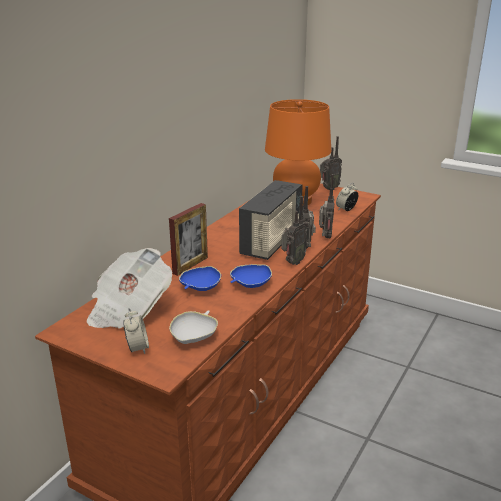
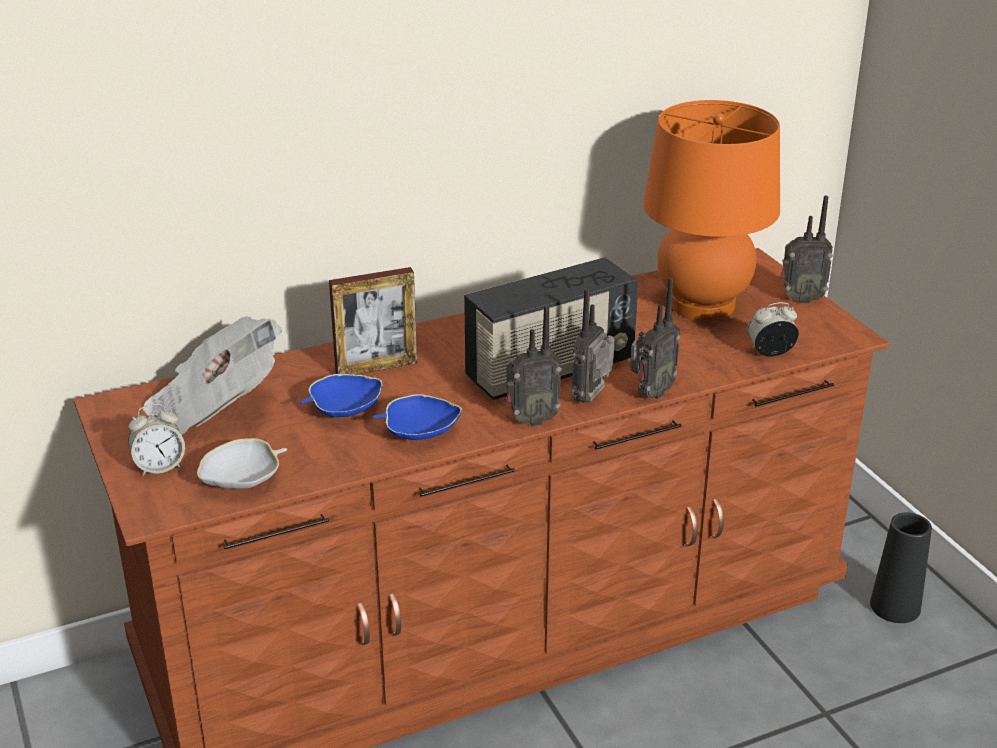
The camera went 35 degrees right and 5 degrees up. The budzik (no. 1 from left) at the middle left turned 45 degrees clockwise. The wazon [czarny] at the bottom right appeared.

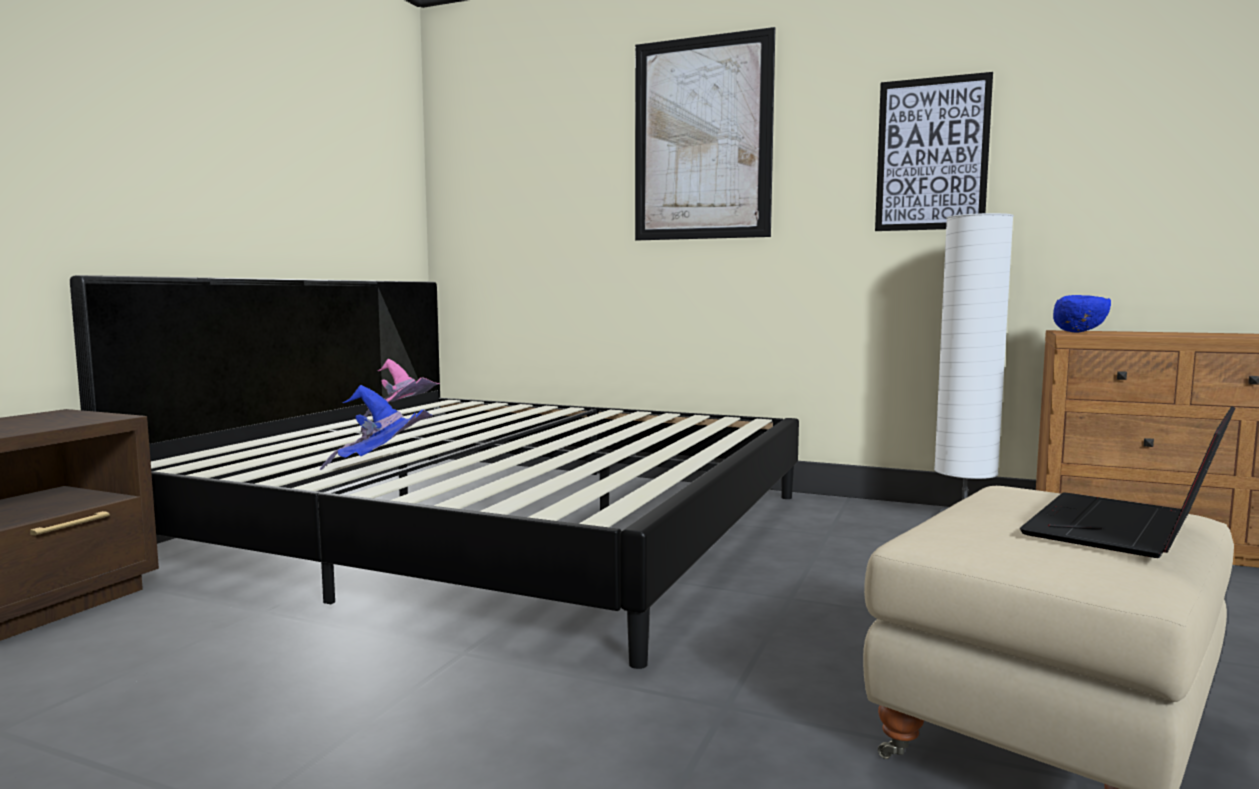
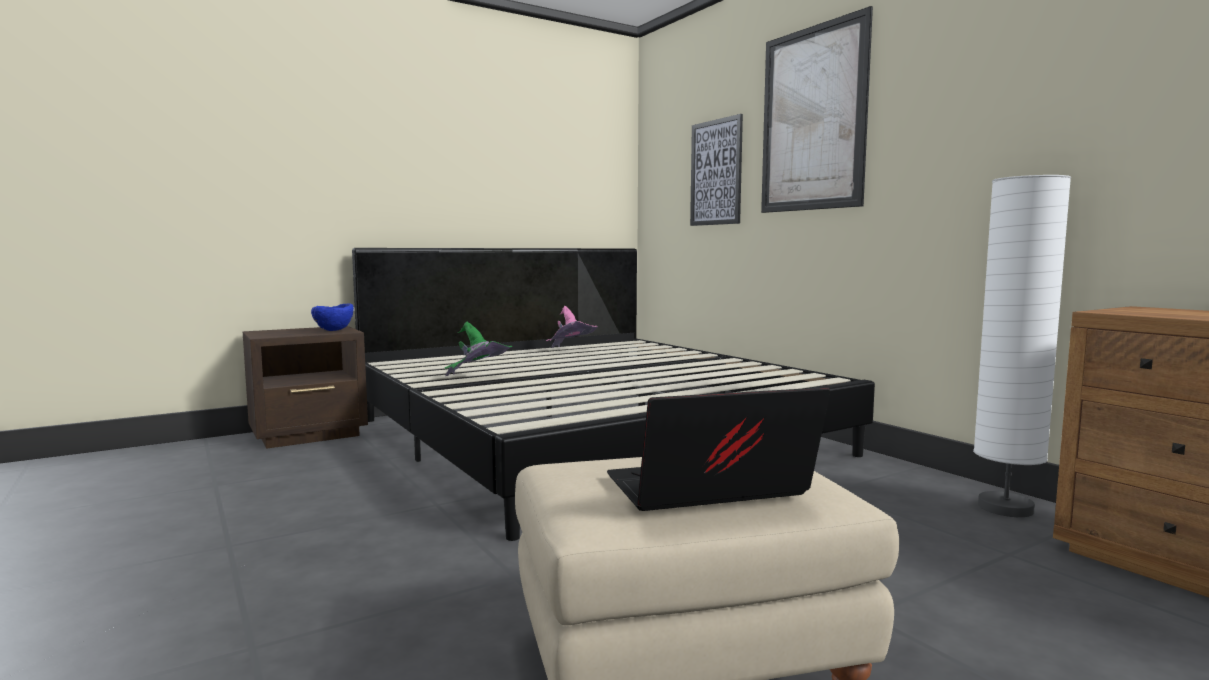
The camera went 35 degrees right and 0 degrees up. The obraz (no. 2 from left in the first image) moved from the top right to the top centre. The miska [niebieski] moved from the middle right to the middle left. The kapelusz [niebieski] at the middle left became the kapelusz [zielony] at the centre.

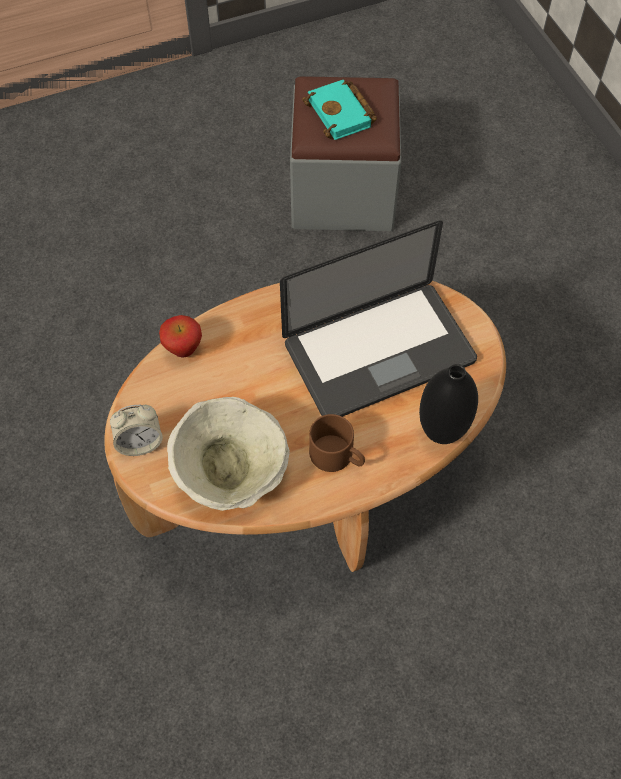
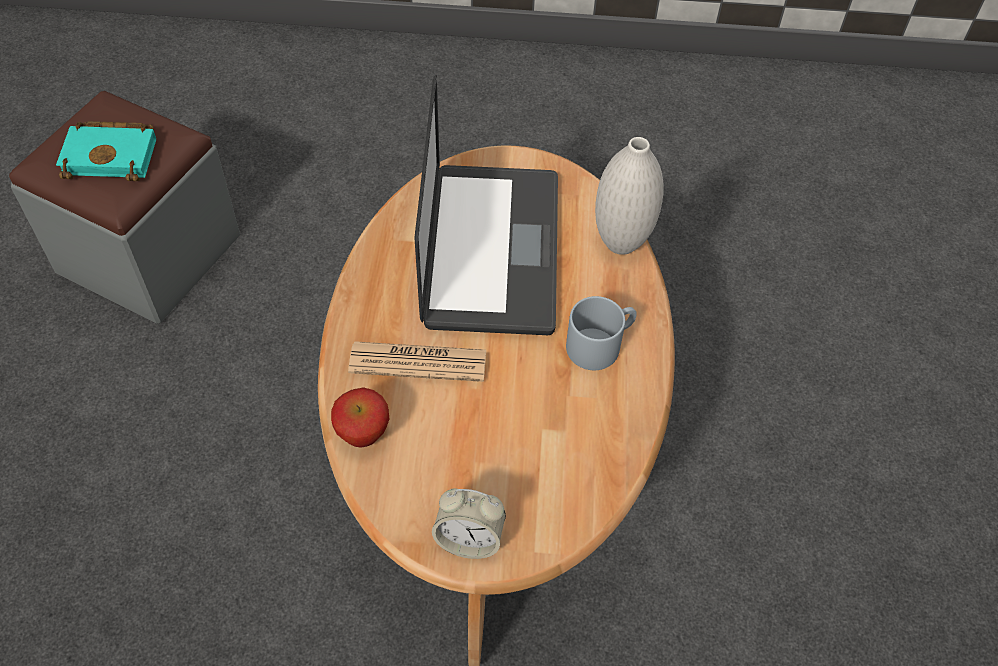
The camera went 65 degrees left and 5 degrees down. The wazon [czarny] at the middle right became the wazon [biały] at the top centre. The miska [beżowy] at the centre disappeared. The budzik at the middle left turned 90 degrees clockwise. The kubek [brązowy] at the centre became the kubek [szary] at the centre. The gazeta at the centre appeared.

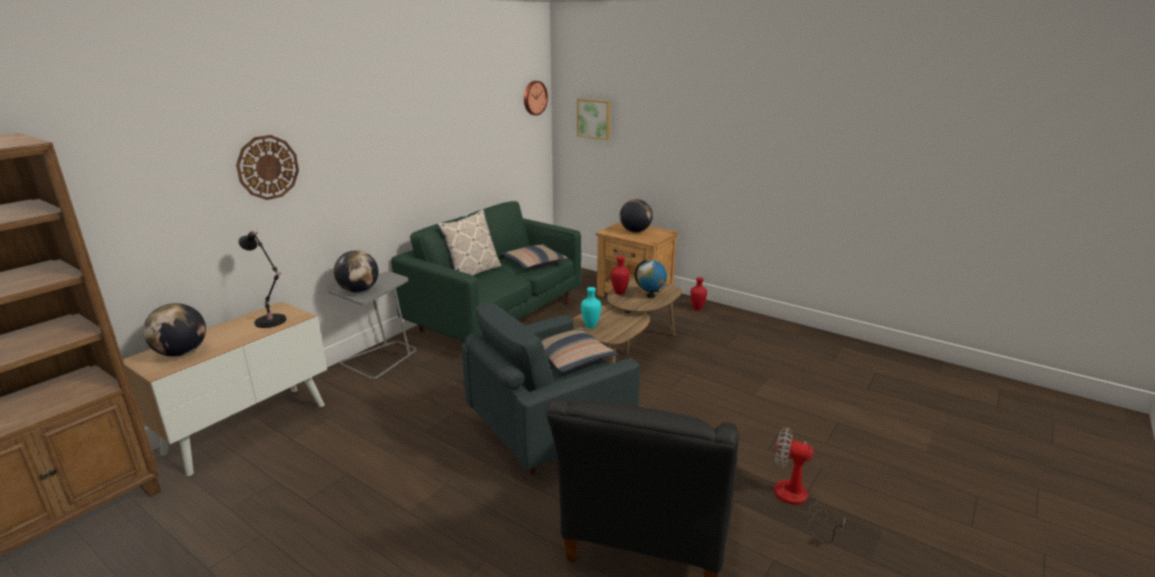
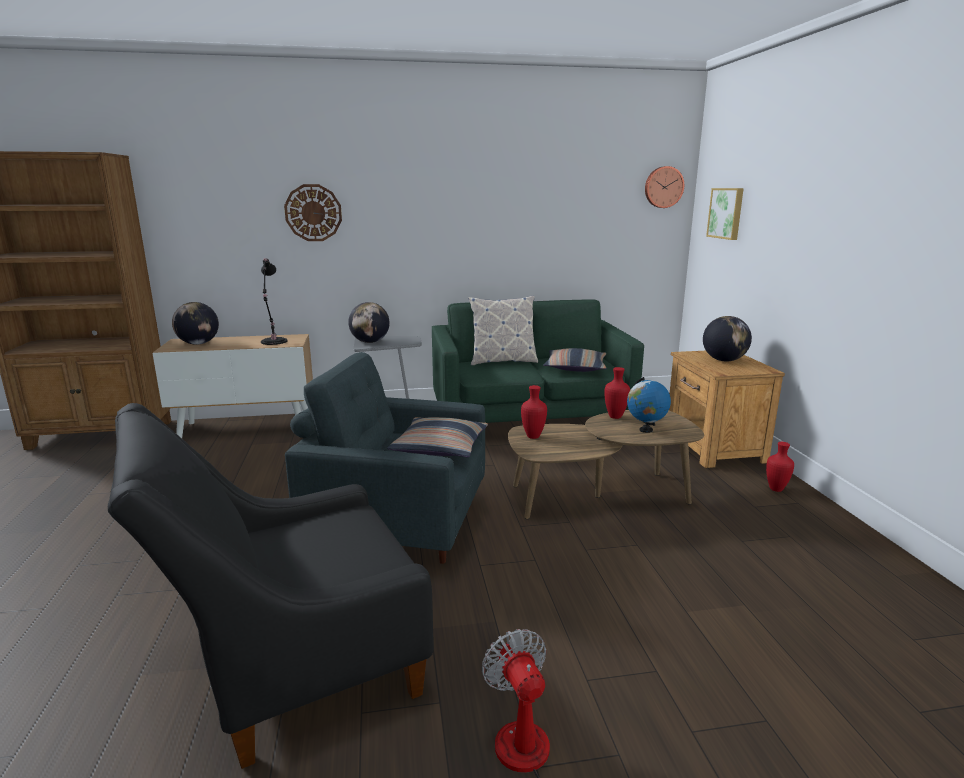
The camera went 45 degrees right and 5 degrees down. The wazon [turkusowy] at the centre became the wazon [czerwony] (no. 1 from left) at the centre.

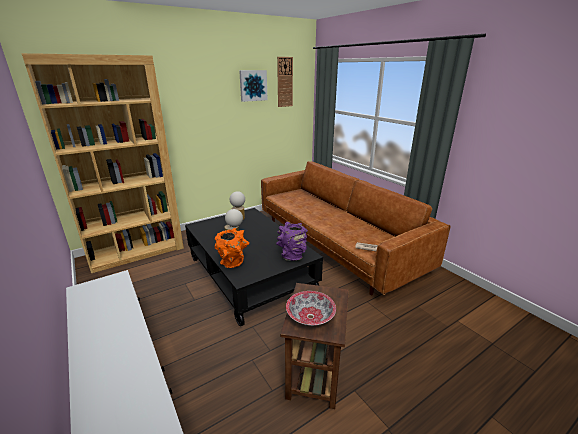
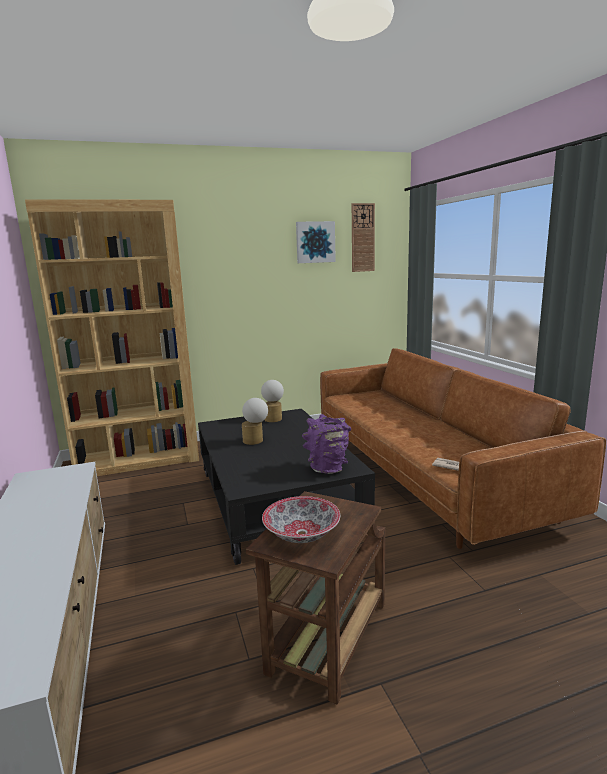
The camera went 15 degrees right and 10 degrees down. The wazon [pomarańczowy] at the centre disappeared.

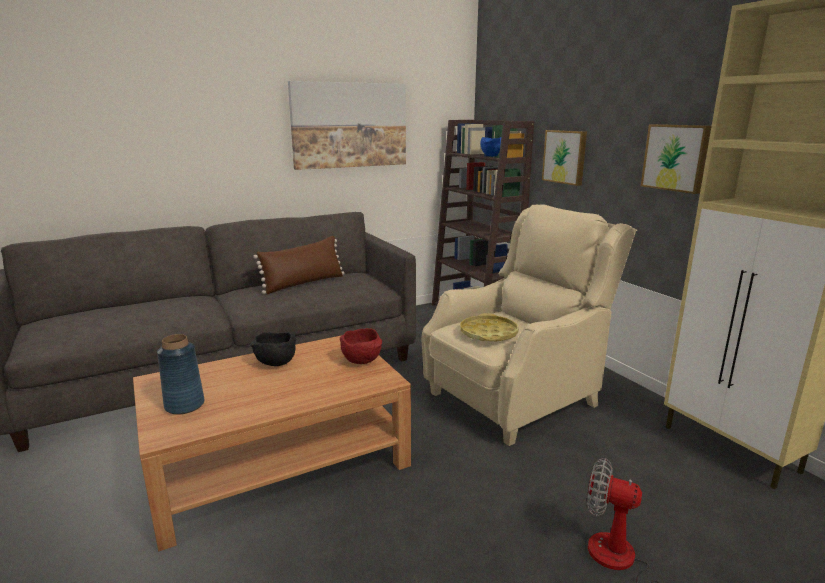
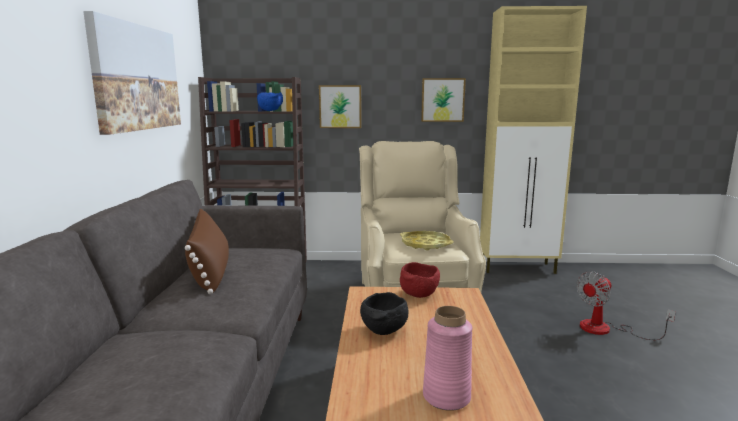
The camera went 60 degrees left and 5 degrees down. The wazon [niebieski] at the middle left became the wazon [różowy] at the bottom centre.

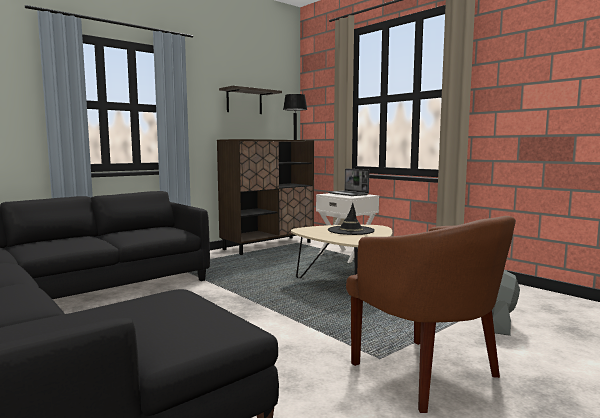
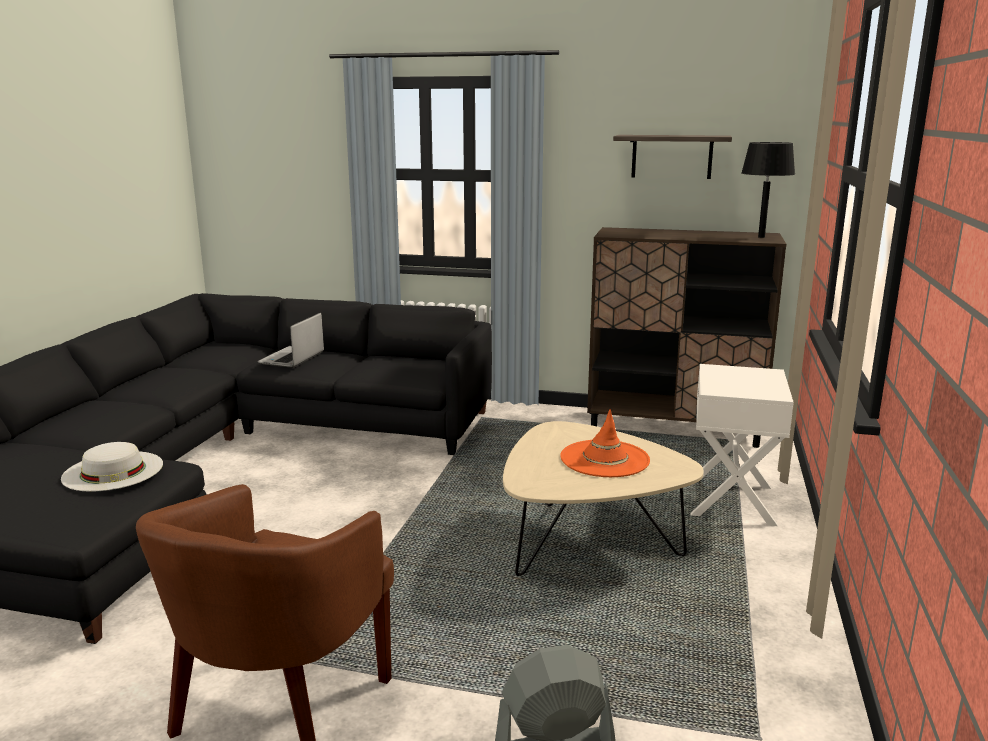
The camera went 55 degrees right and 10 degrees up. The laptop moved from the centre to the middle left. The kapelusz [czarny] at the centre became the kapelusz [pomarańczowy] at the centre. The kapelusz [biały] at the middle left appeared.

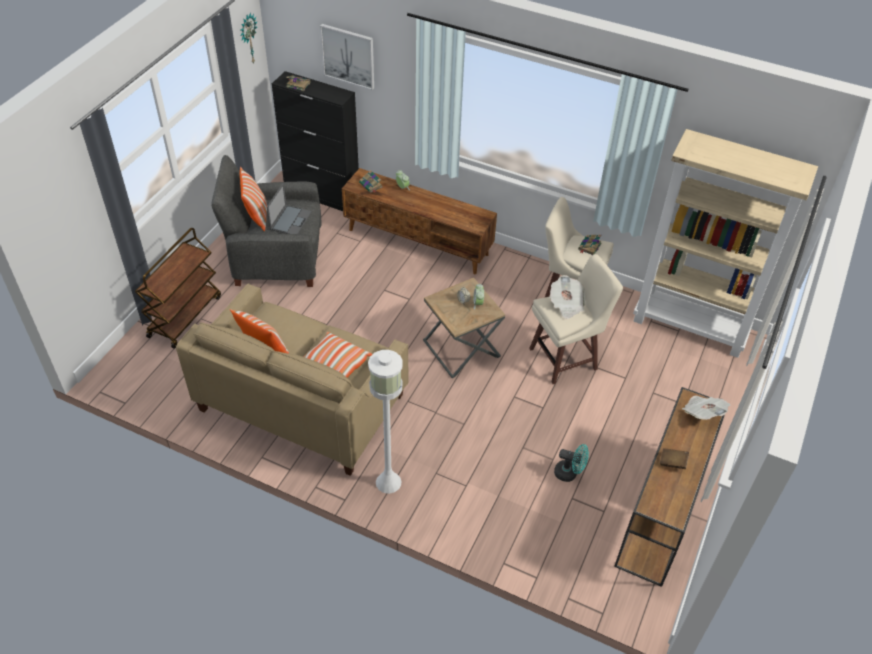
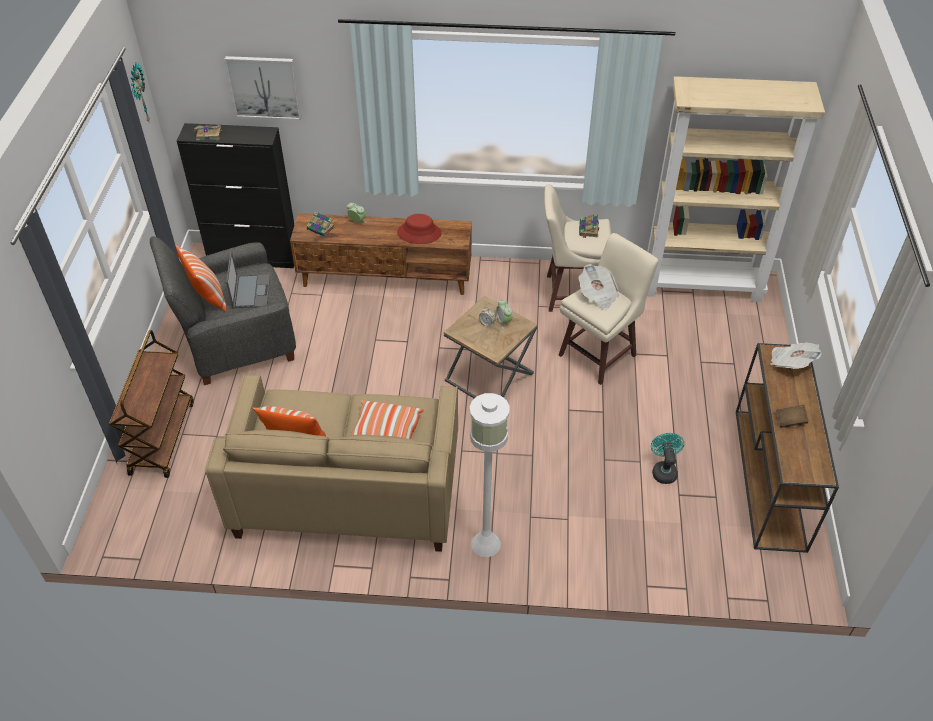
The camera went 20 degrees left and 0 degrees up. The wentylator [turkusowy] at the bottom centre turned 90 degrees counterclockwise. The kapelusz [czerwony] at the top centre appeared.

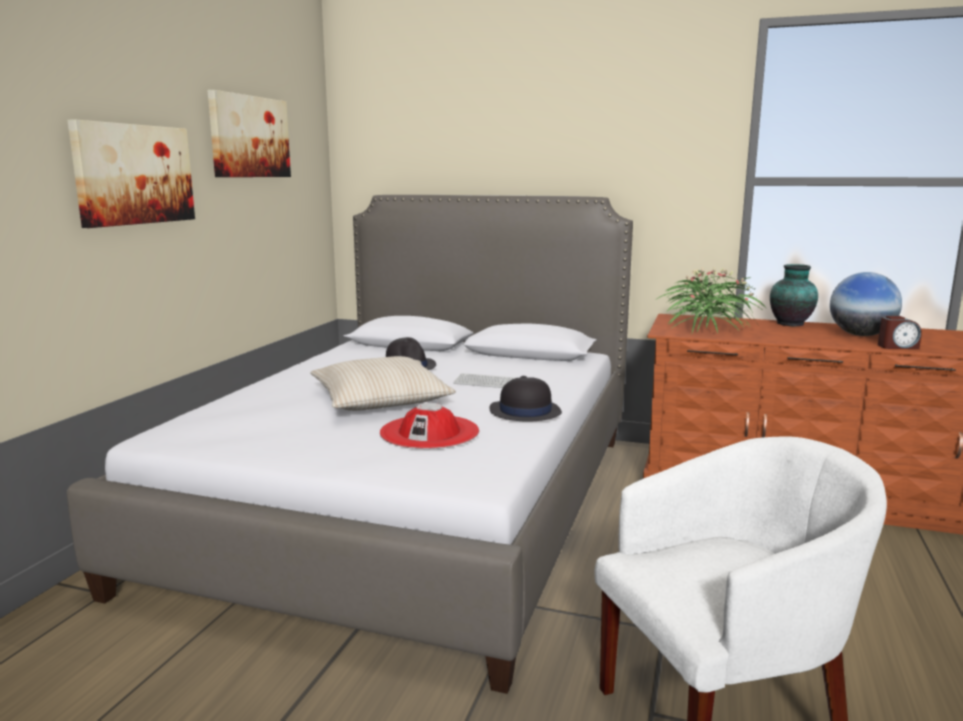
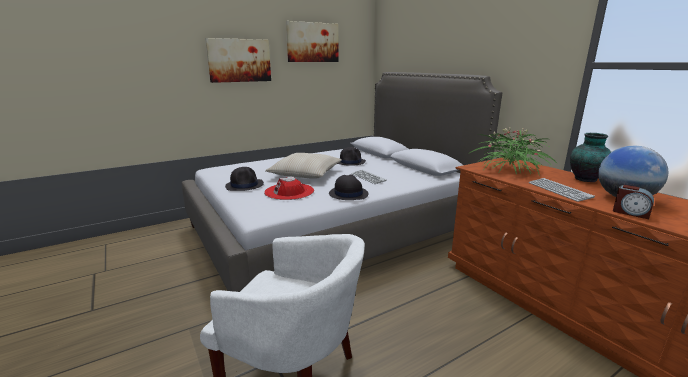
The camera went 40 degrees right and 5 degrees up. The kapelusz [czarny] (no. 1 from left) at the centre appeared. The klawiatura (no. 2 from left) at the middle right appeared.

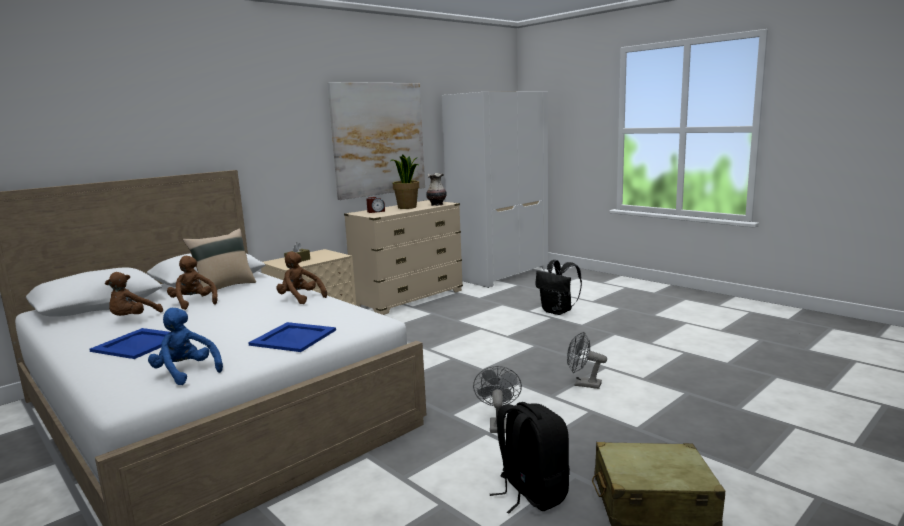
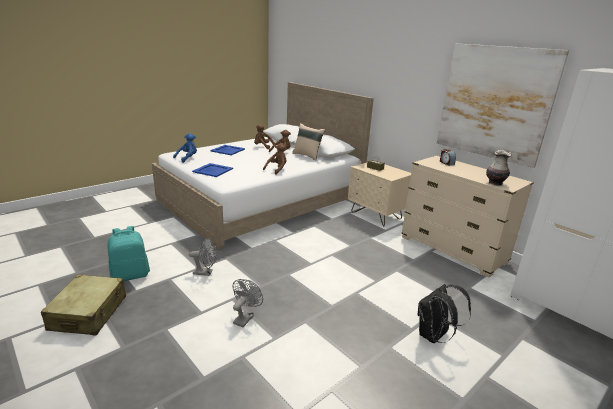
The camera went 90 degrees right and 10 degrees up. The roślina doniczkowa at the centre disappeared. The plecak [czarny] (no. 1 from left) at the bottom centre became the plecak [turkusowy] at the middle left.

